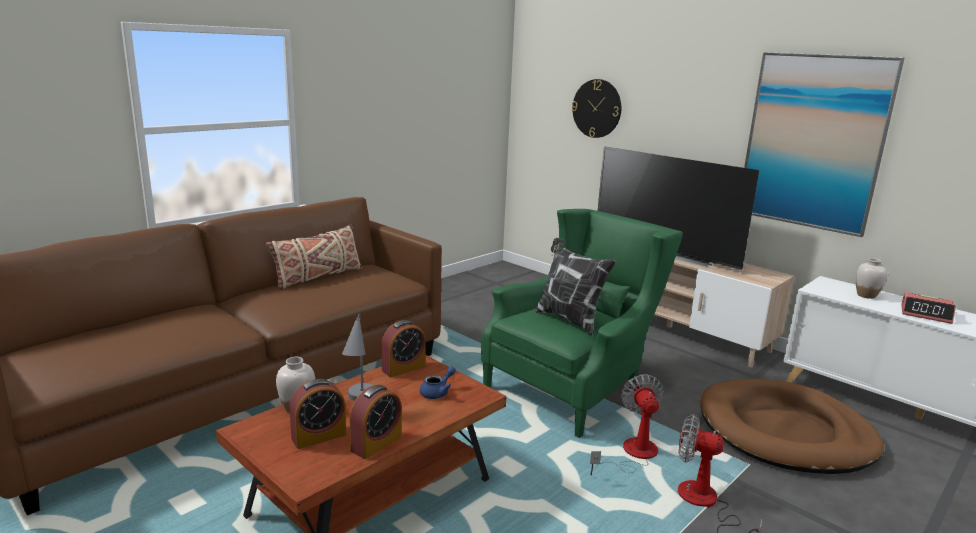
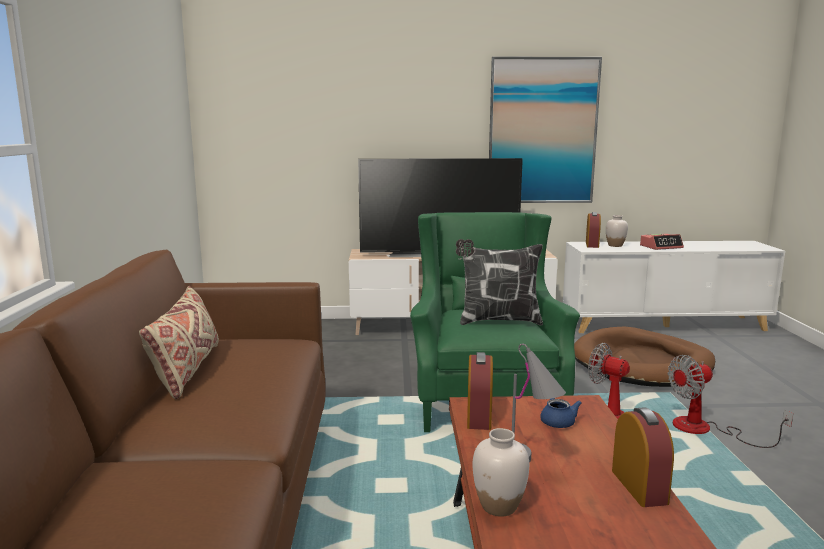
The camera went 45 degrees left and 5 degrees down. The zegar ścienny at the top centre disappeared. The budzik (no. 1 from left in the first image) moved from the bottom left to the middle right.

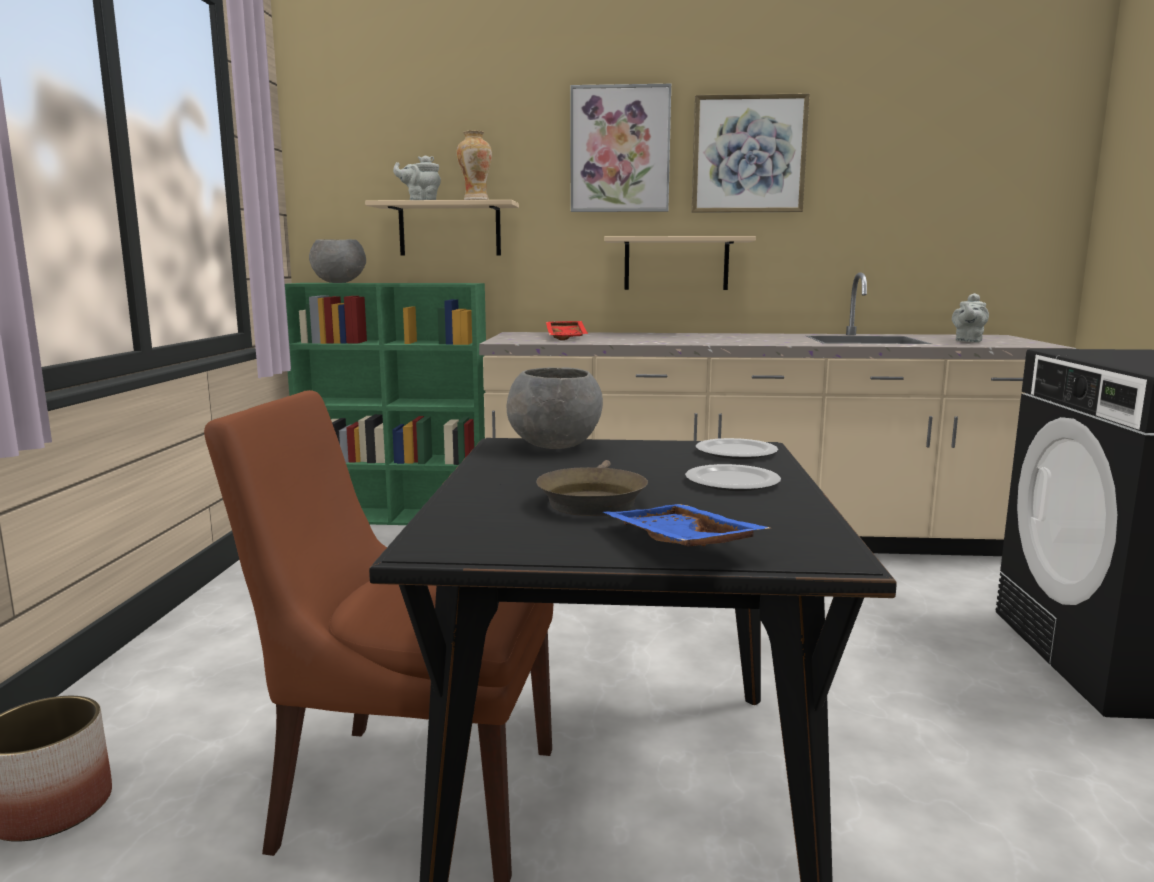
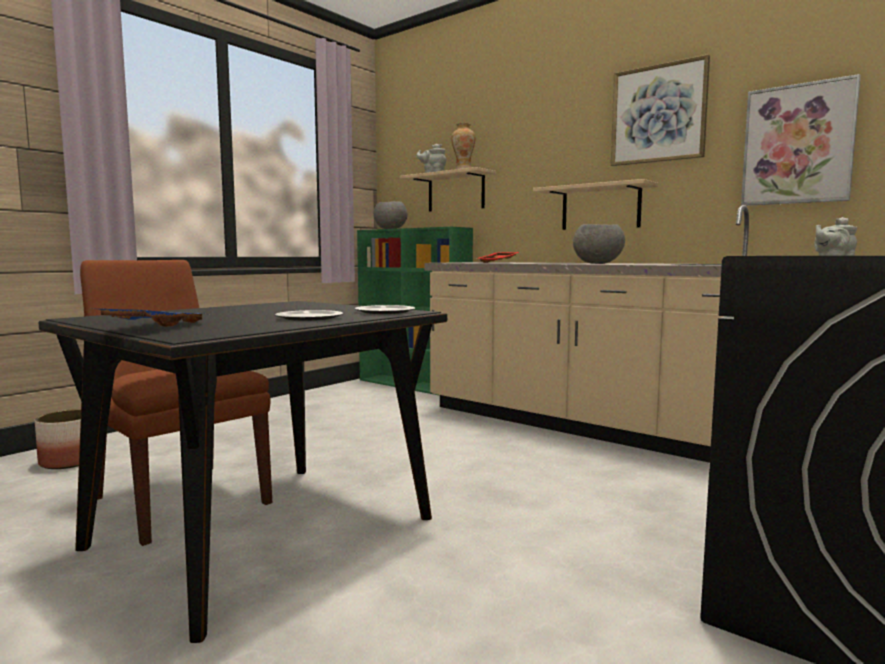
The camera went 35 degrees right and 5 degrees down. The obraz (no. 1 from left in the first image) moved from the top centre to the top right. The miska [szary] (no. 2 from left) moved from the centre to the middle right. The patelnia [brązowy] at the centre disappeared.

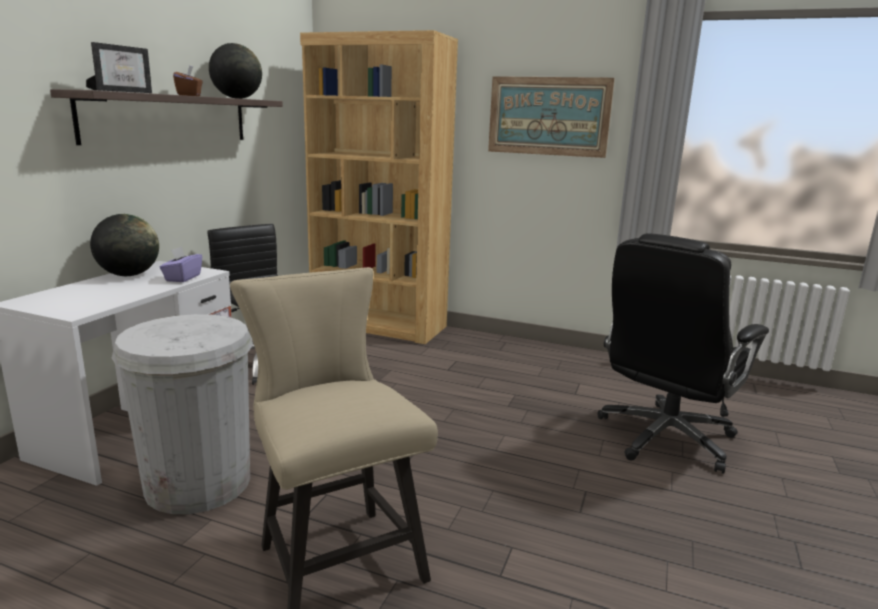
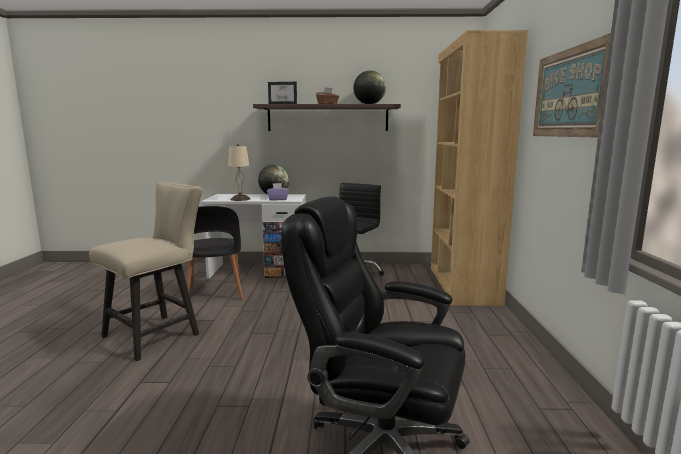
The camera went 70 degrees right and 5 degrees down. The kosz na śmieci [biały] at the bottom left was replaced by the krzesło [czarny] at the middle left. The lampa stołowa [beżowy] at the centre appeared.

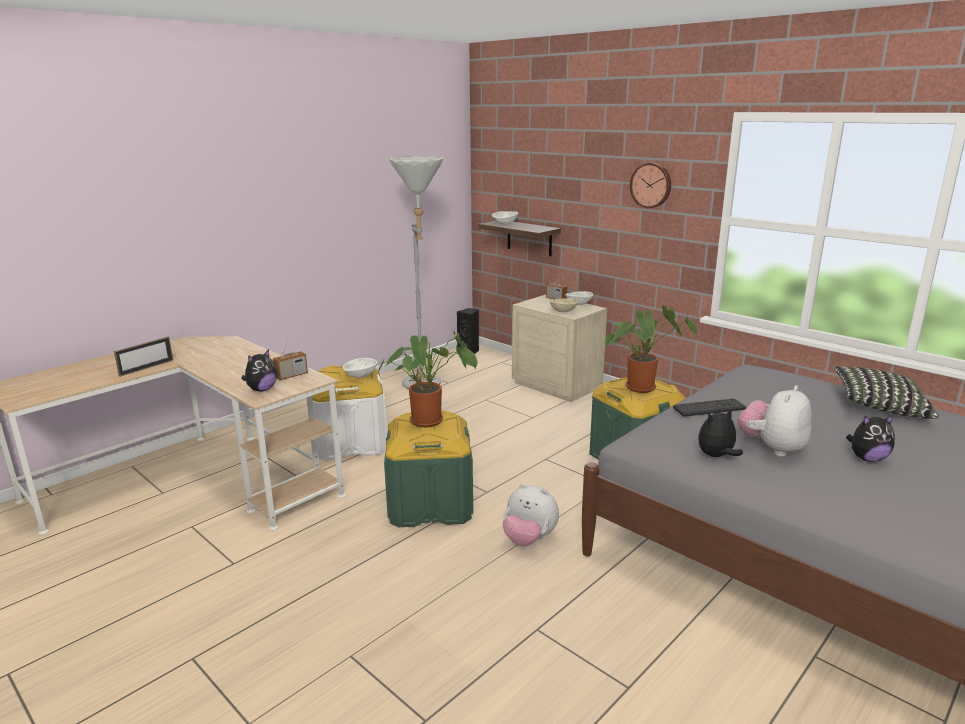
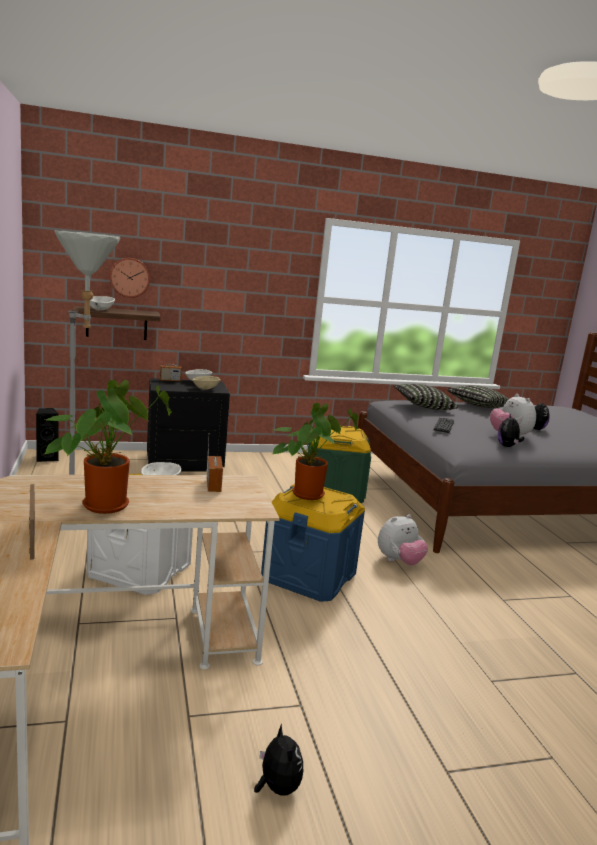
The camera went 60 degrees left and 5 degrees down. The zegar ścienny moved from the top right to the top left. The szafka nocna [beżowy] at the centre became the szafka nocna [czarny] at the middle left. The roślina doniczkowa (no. 2 from left in the first image) moved from the middle right to the middle left. The pluszak (no. 1 from left) moved from the middle left to the bottom centre. The pojemnik do przechowywania [zielony] (no. 1 from left) at the centre became the pojemnik do przechowywania [niebieski] at the centre. The poduszka (no. 1 from left) at the middle right appeared.

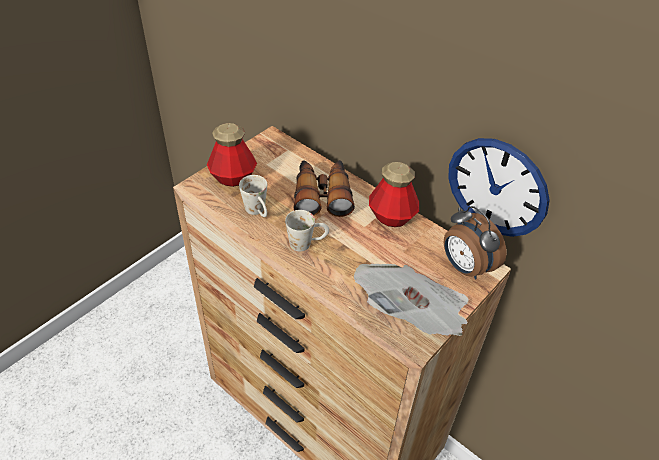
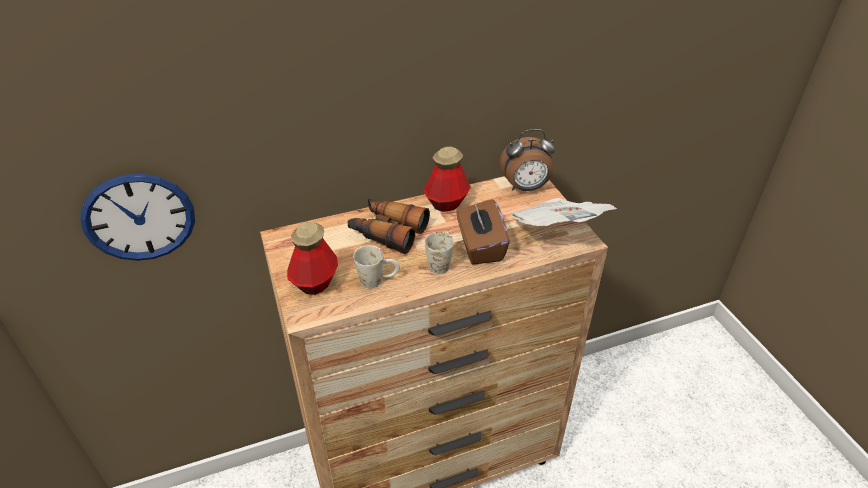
The camera went 60 degrees left and 5 degrees down. The zegar ścienny moved from the middle right to the middle left. The pudełko chusteczek [brązowy] at the centre appeared.

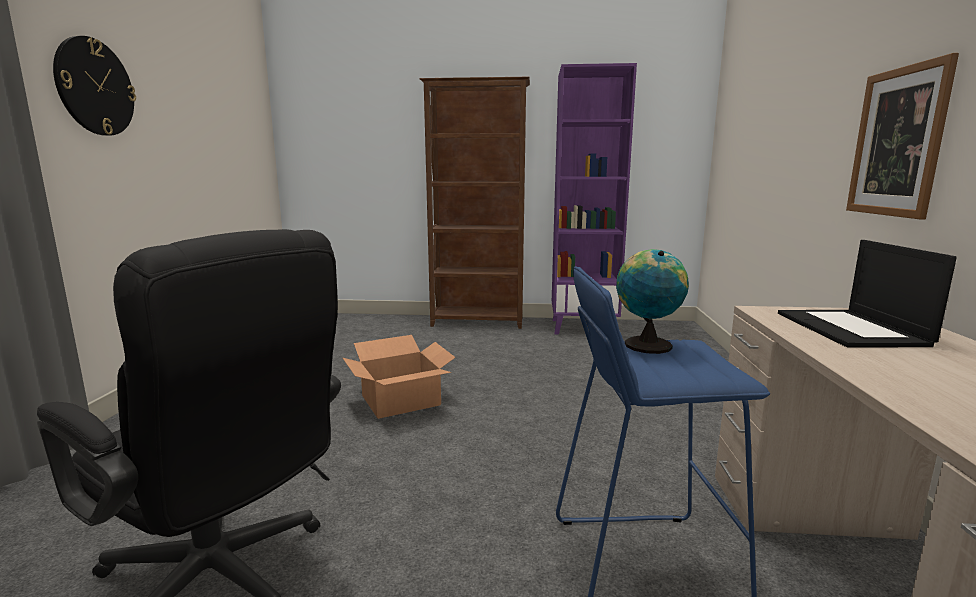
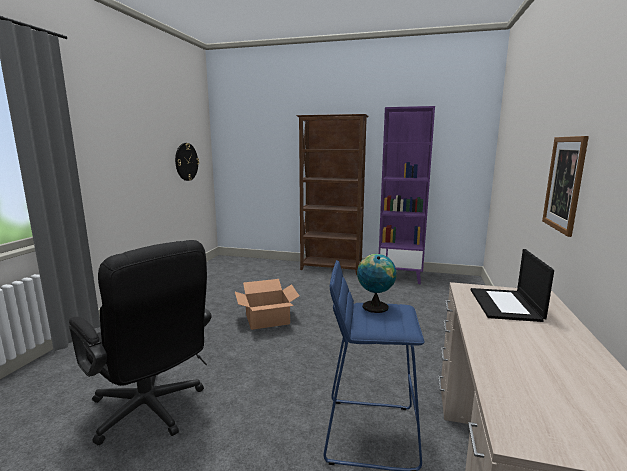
The camera went 10 degrees right and 0 degrees up. The zegar ścienny moved from the top left to the middle left.

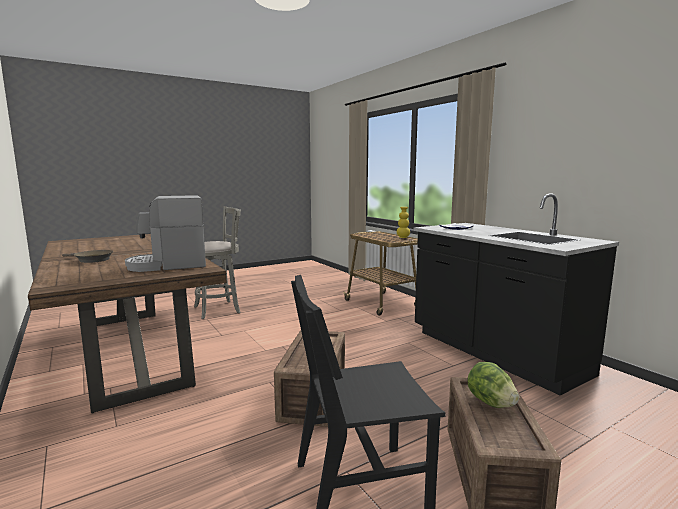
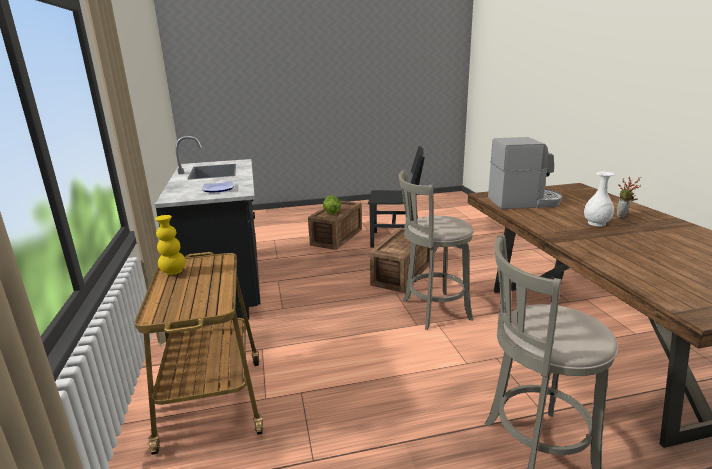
The camera went 160 degrees left and 10 degrees up. The patelnia [brązowy] at the middle left was replaced by the roślina doniczkowa at the middle right. The stołek [szary] (no. 1 from left) at the centre appeared. The wazon [biały] at the middle right appeared.

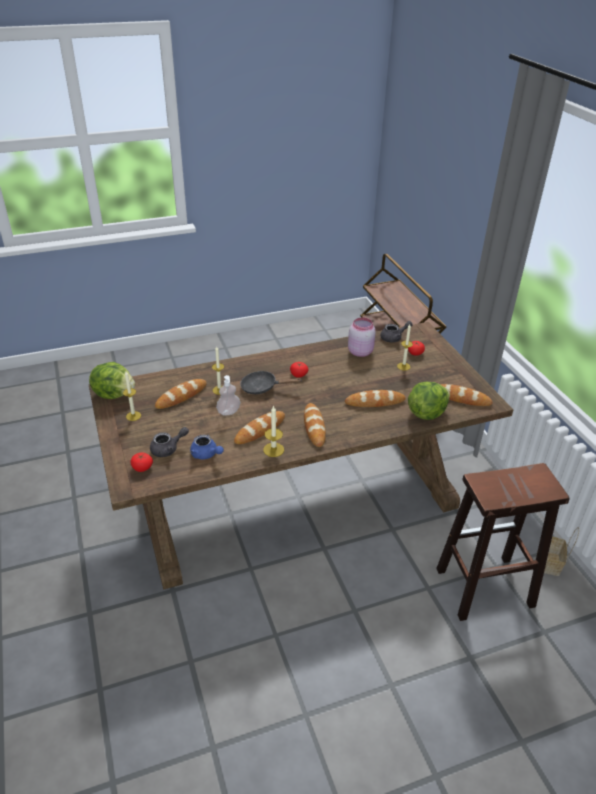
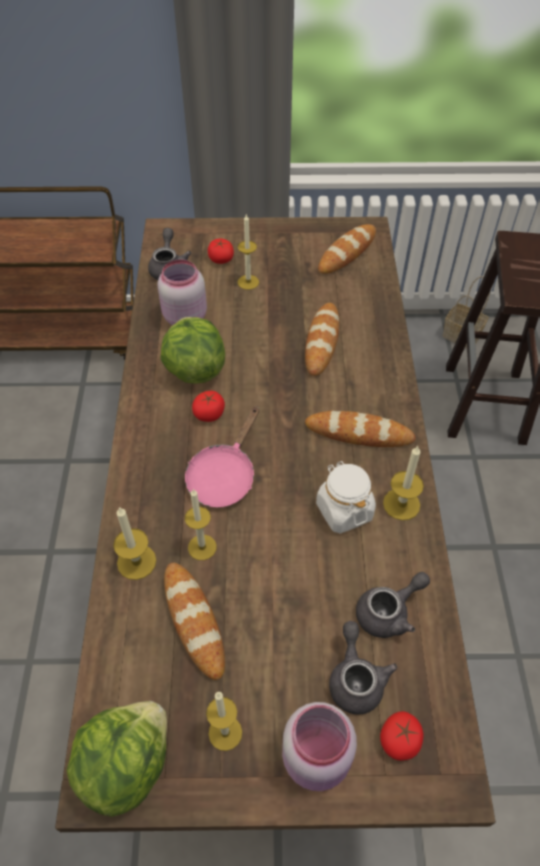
The camera went 70 degrees left and 15 degrees up. The patelnia [czarny] at the centre became the patelnia [różowy] at the centre. The dozownik mydła at the centre disappeared. The sałata (no. 2 from left) moved from the middle right to the centre. The chleb (no. 2 from left) at the centre was replaced by the słoik [biały] at the centre. The imbryk [niebieski] at the centre became the imbryk [szary] (no. 3 from left) at the bottom right. The świeca (no. 1 from left) at the middle left appeared. The słoik [różowy] (no. 2 from left) at the bottom centre appeared.

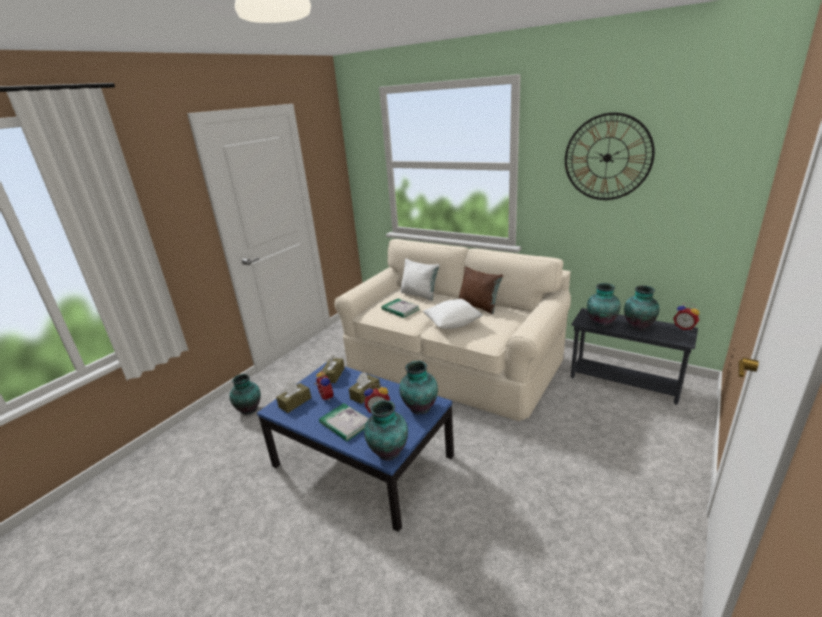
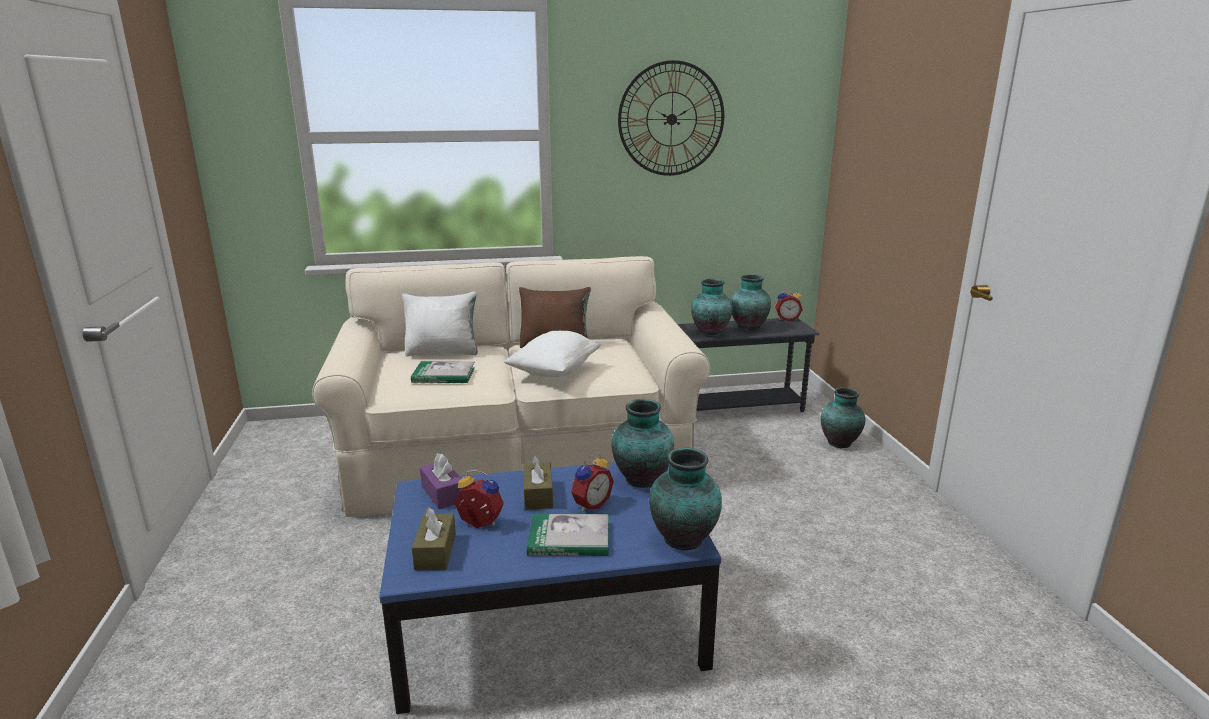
The camera went 45 degrees left and 5 degrees down. The pudełko chusteczek [brązowy] (no. 2 from left) at the centre became the pudełko chusteczek [fioletowy] at the bottom centre. The wazon (no. 1 from left in the first image) moved from the middle left to the middle right.

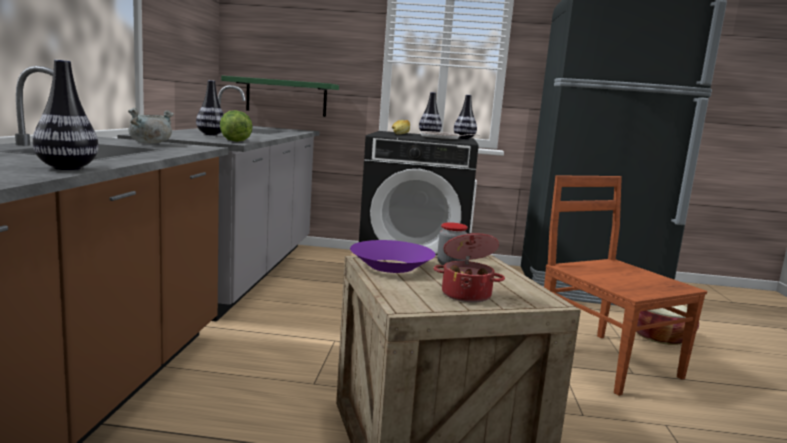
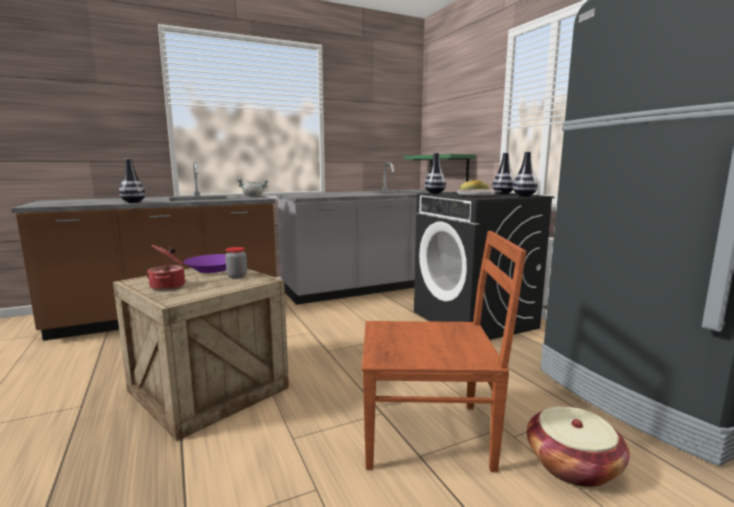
The camera went 60 degrees right and 0 degrees up. The wazon (no. 2 from left) moved from the top left to the centre. The sałata at the top left disappeared. The krzesło [brązowy] at the middle right turned 60 degrees clockwise.

